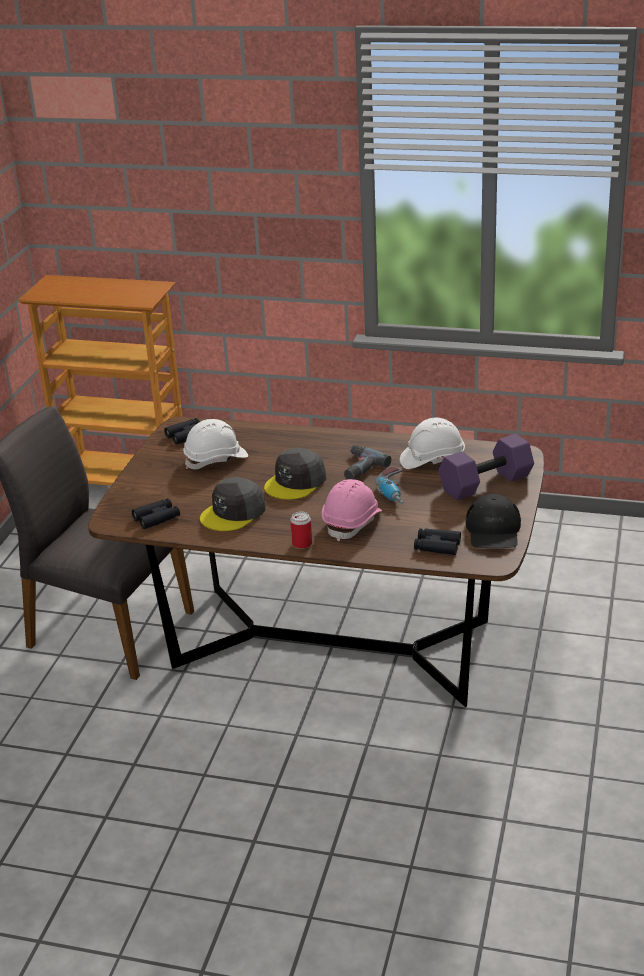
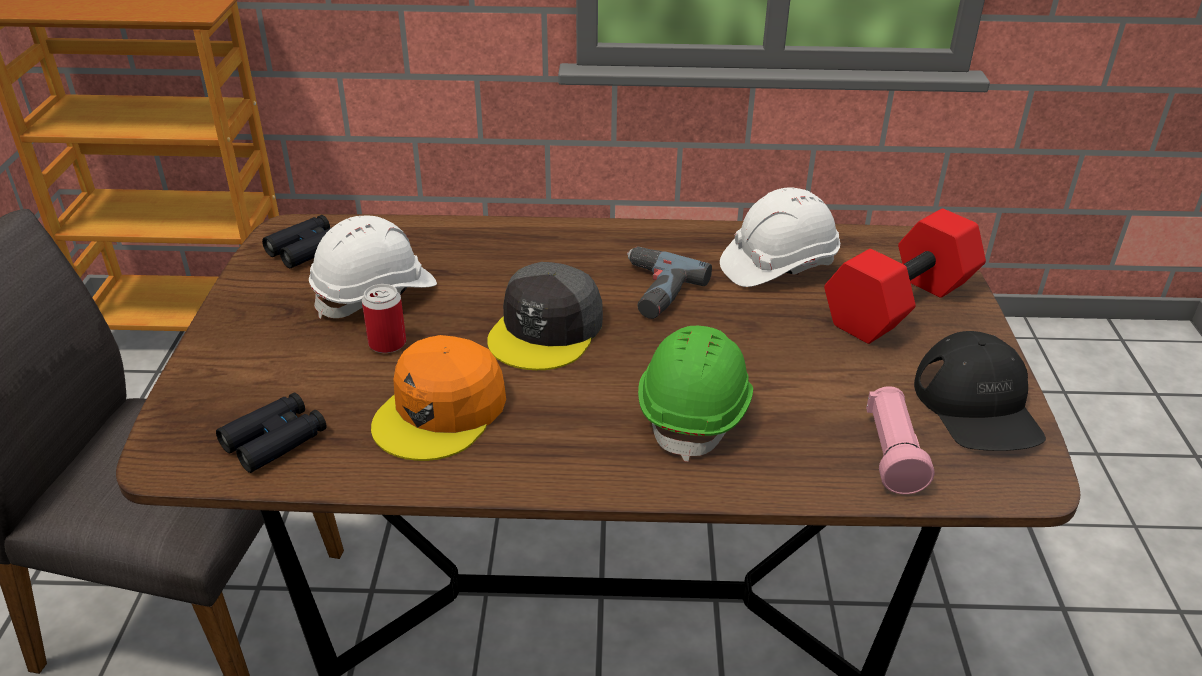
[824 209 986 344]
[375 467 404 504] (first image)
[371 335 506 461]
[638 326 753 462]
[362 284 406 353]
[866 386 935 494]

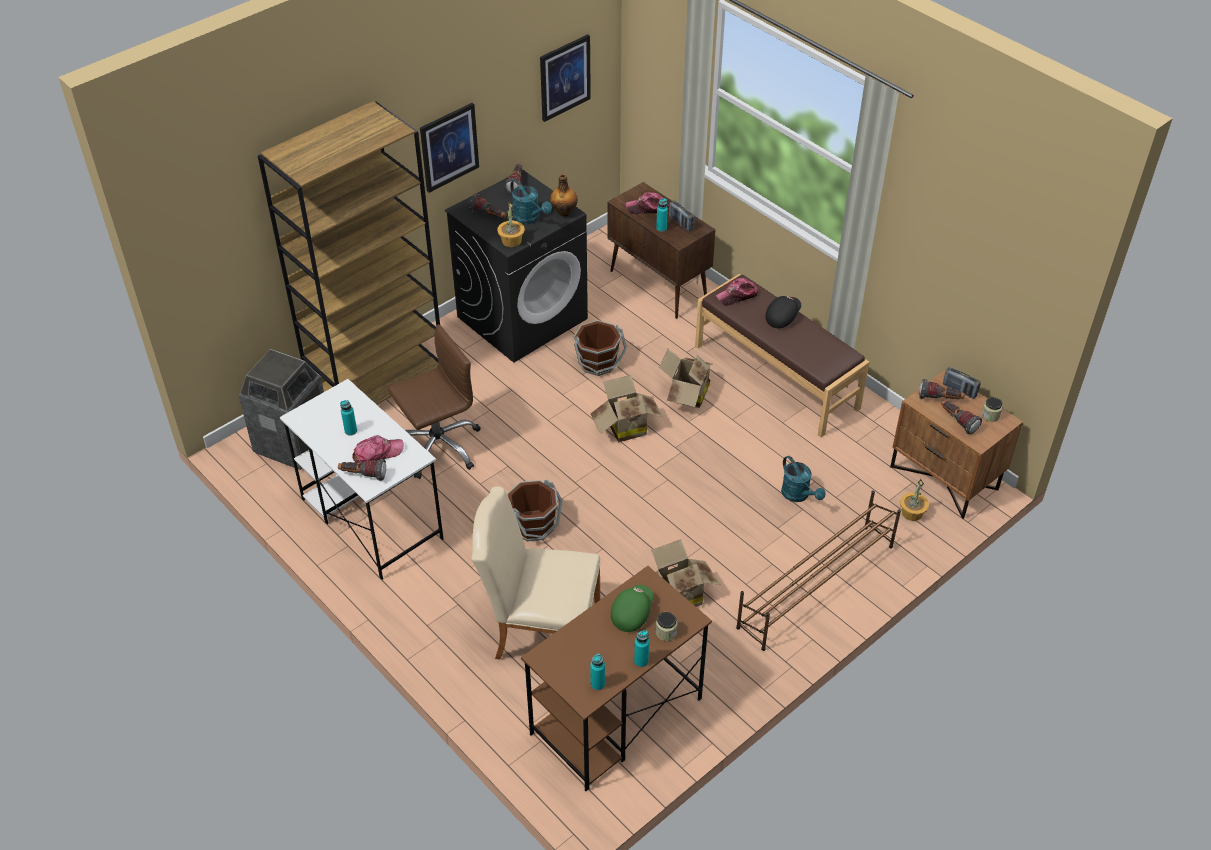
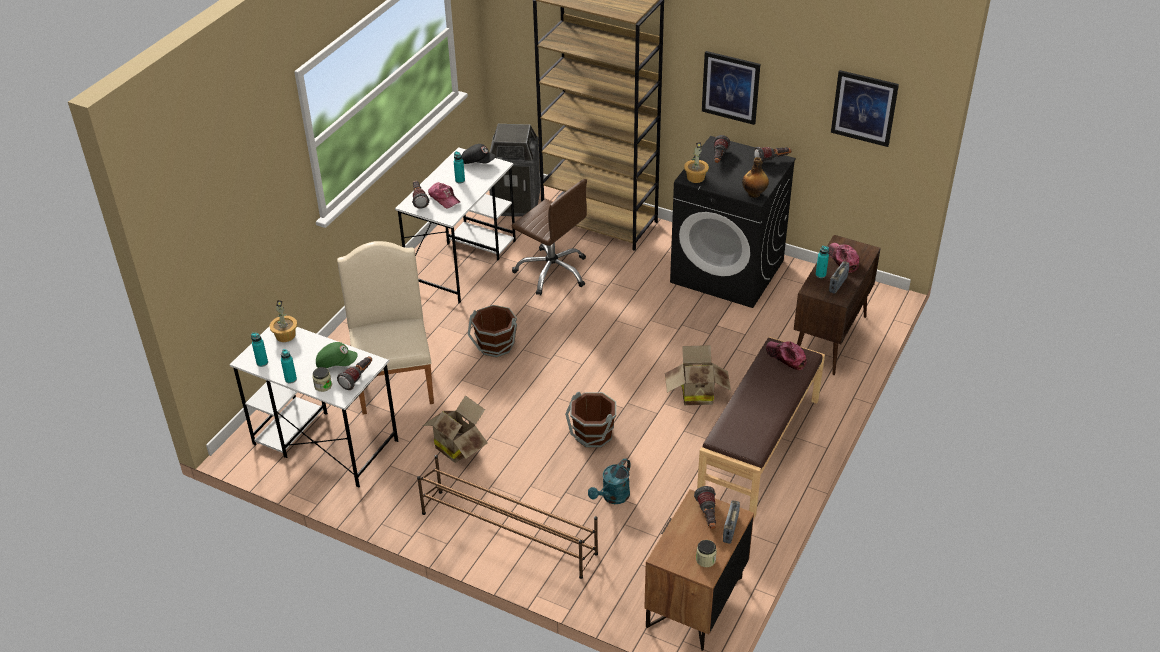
[510 180 552 225] (first image)
[462 144 495 164]
[565 392 616 448]
[590 375 663 443] (first image)
[337 356 372 390]
[269 300 297 342]
[230 326 398 487]

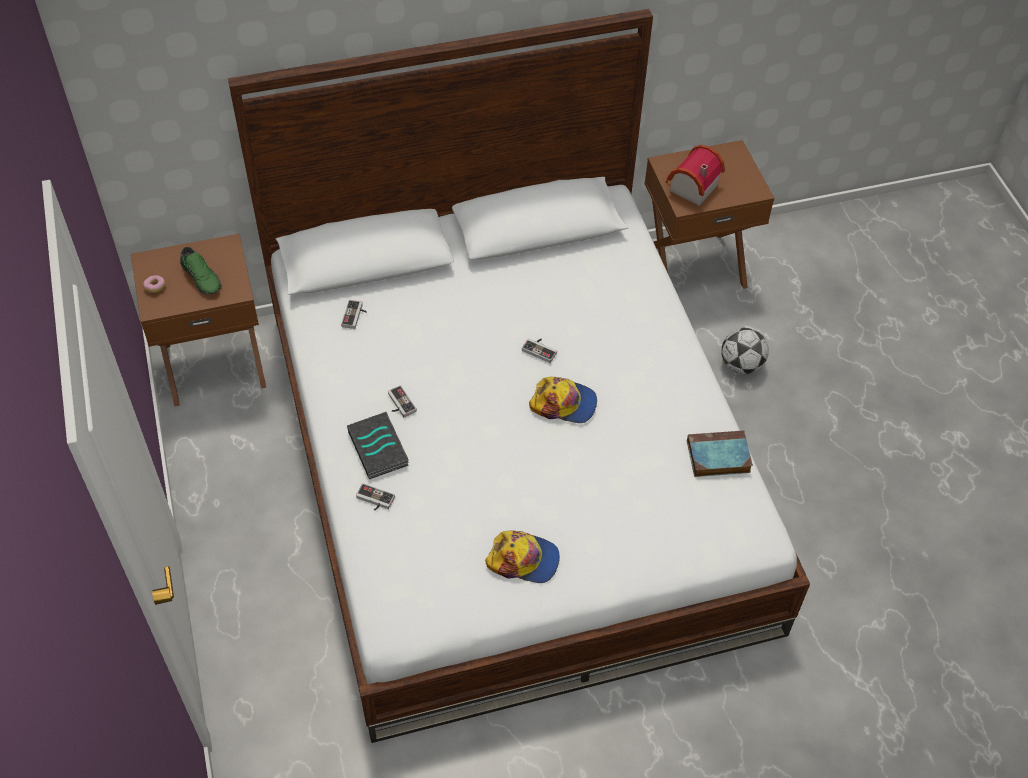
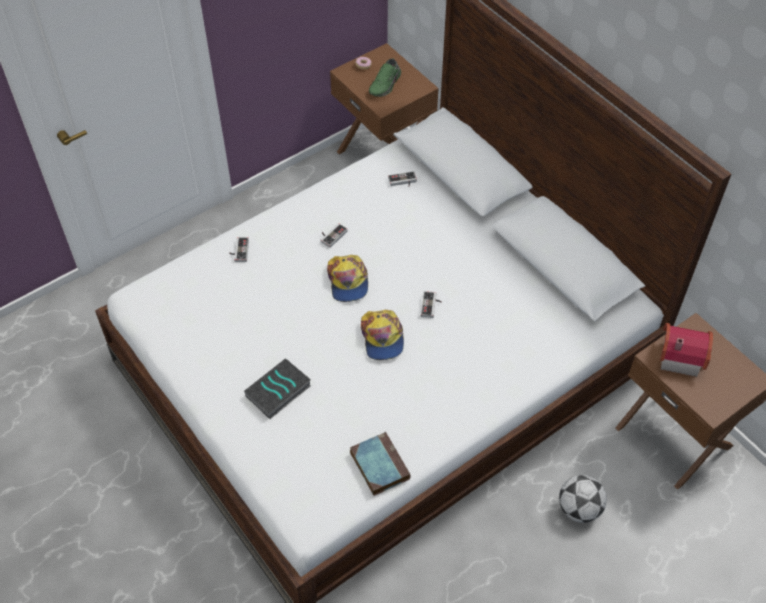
[244 358 311 419]
[327 255 368 302]

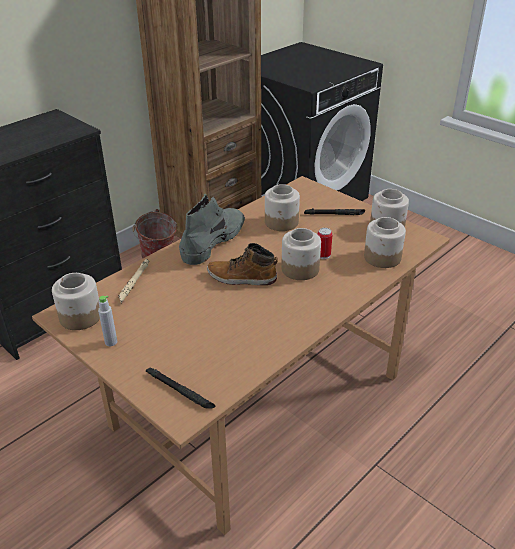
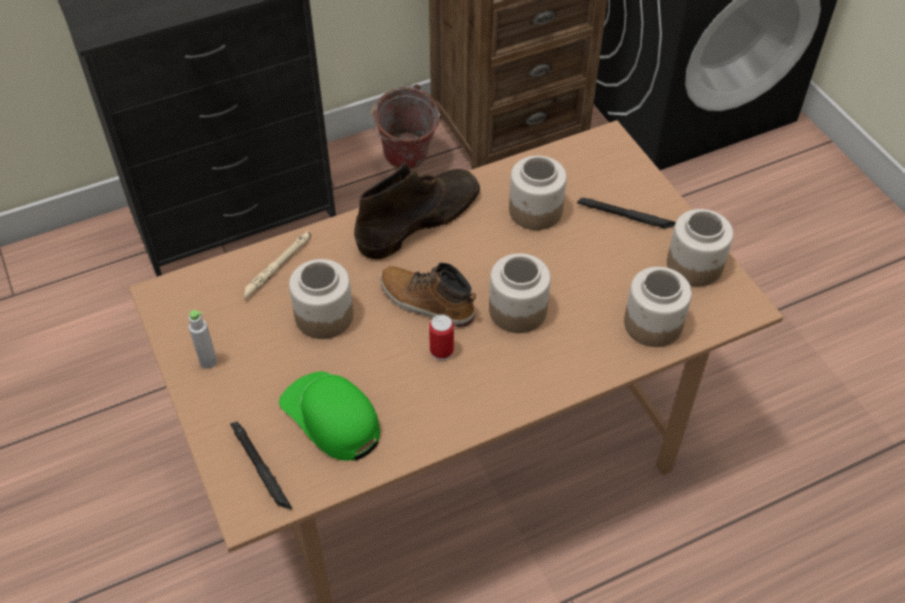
[354 162 480 259]
[429 315 454 360]
[289 259 353 339]
[279 371 380 461]

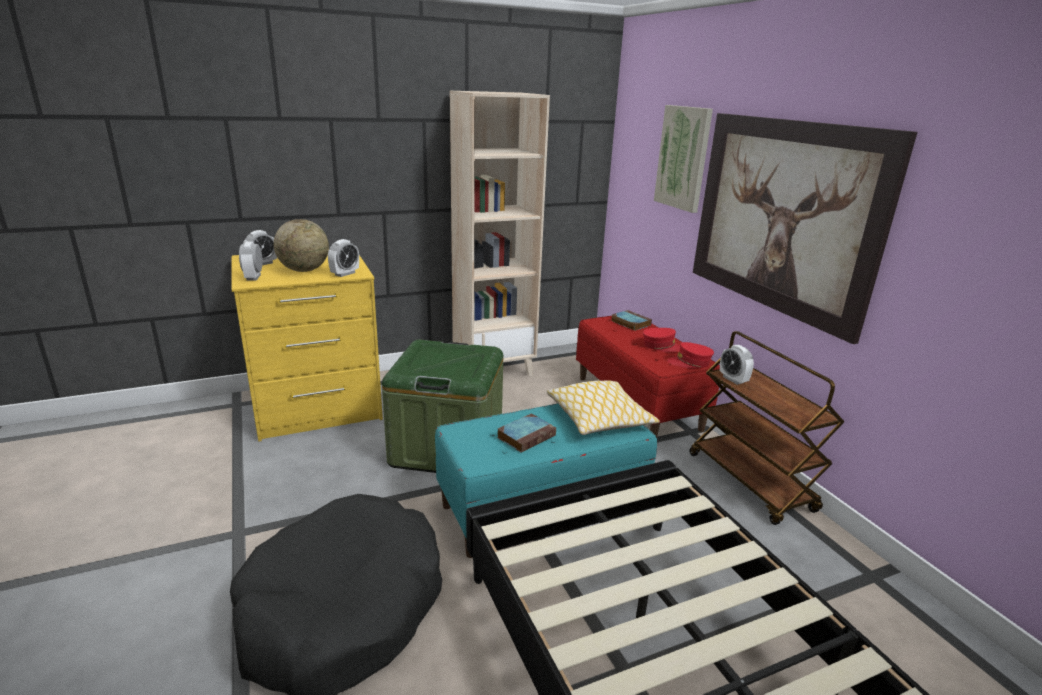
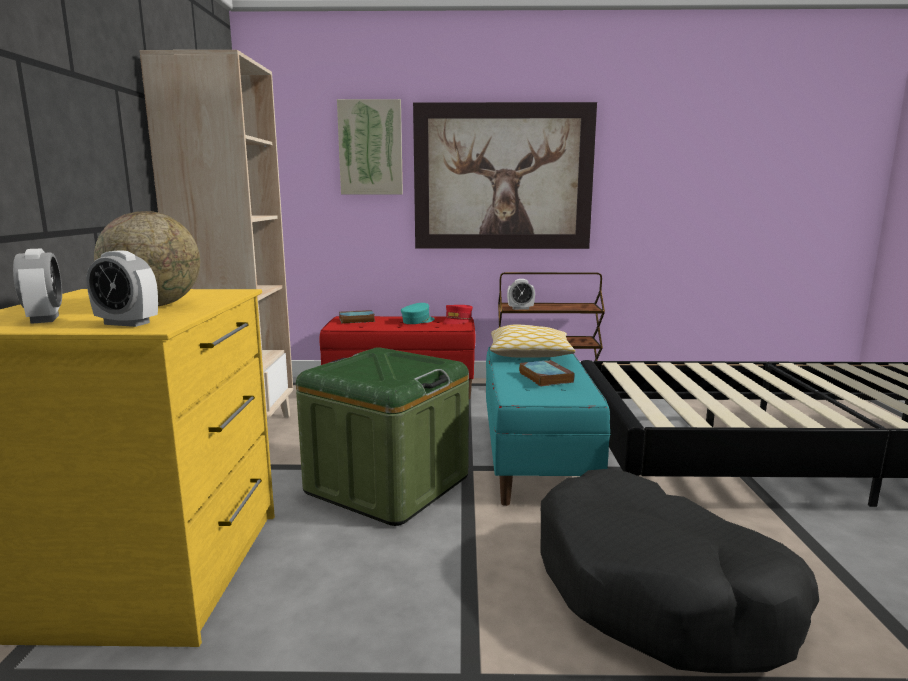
[328 239 359 277] (first image)
[401 303 435 324]

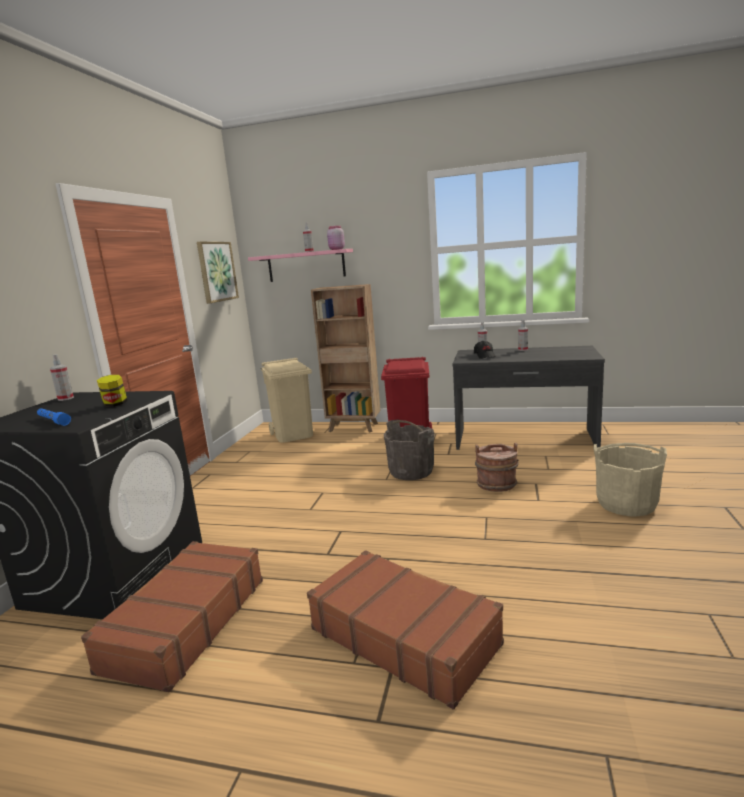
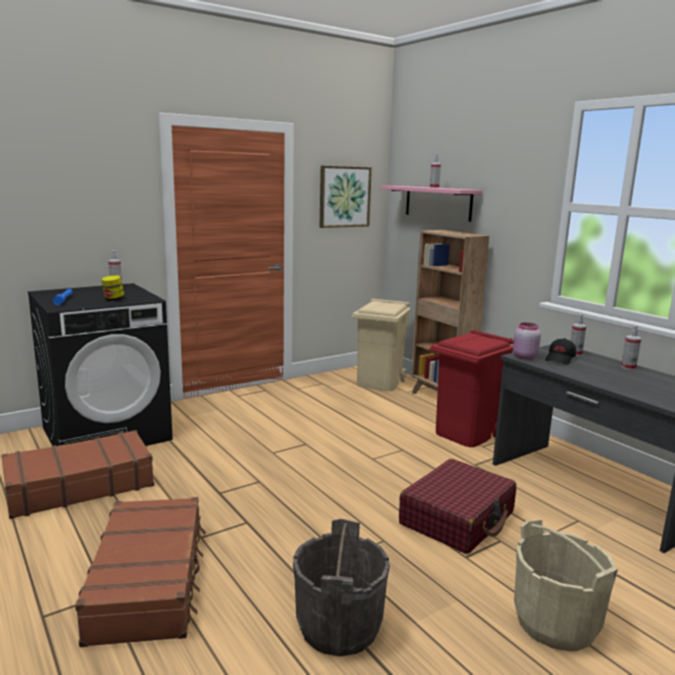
[513 323 541 359]
[293 519 390 656]
[399 459 516 554]

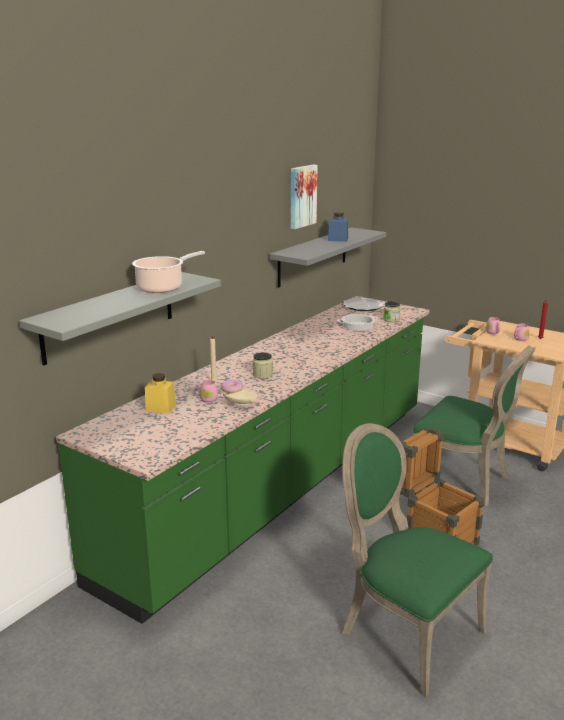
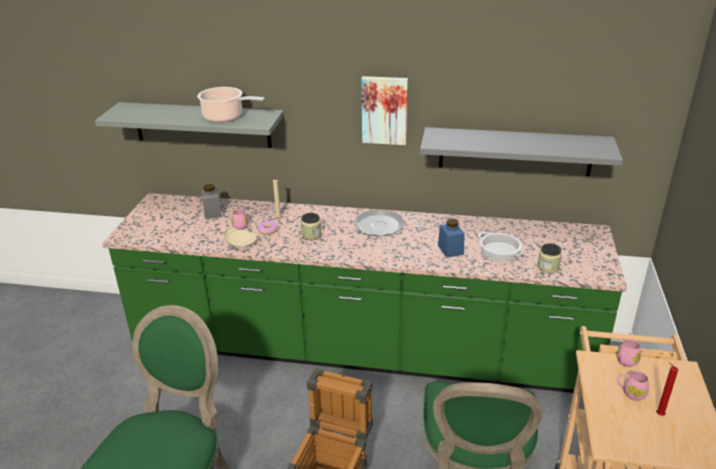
[361 76 408 145]
[438 219 465 258]
[353 209 405 236]
[202 184 222 219]

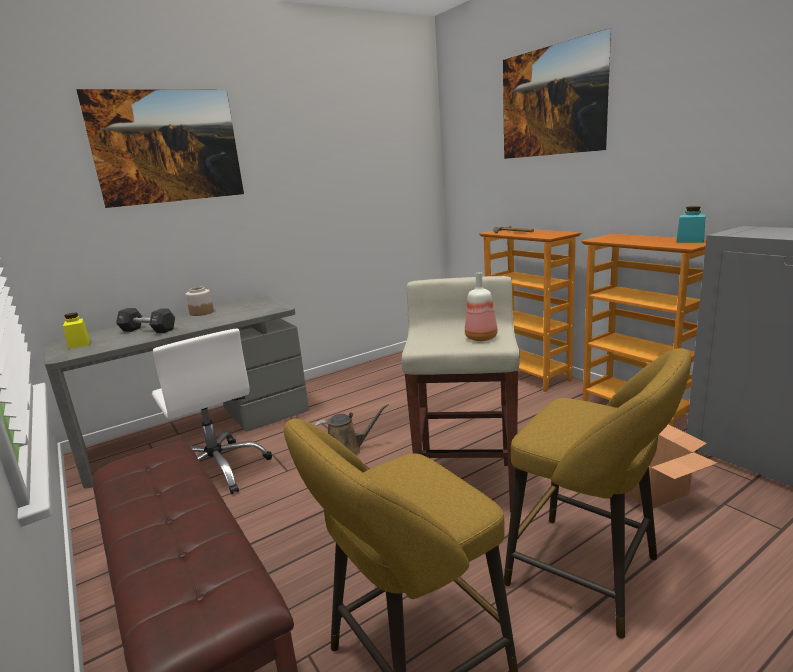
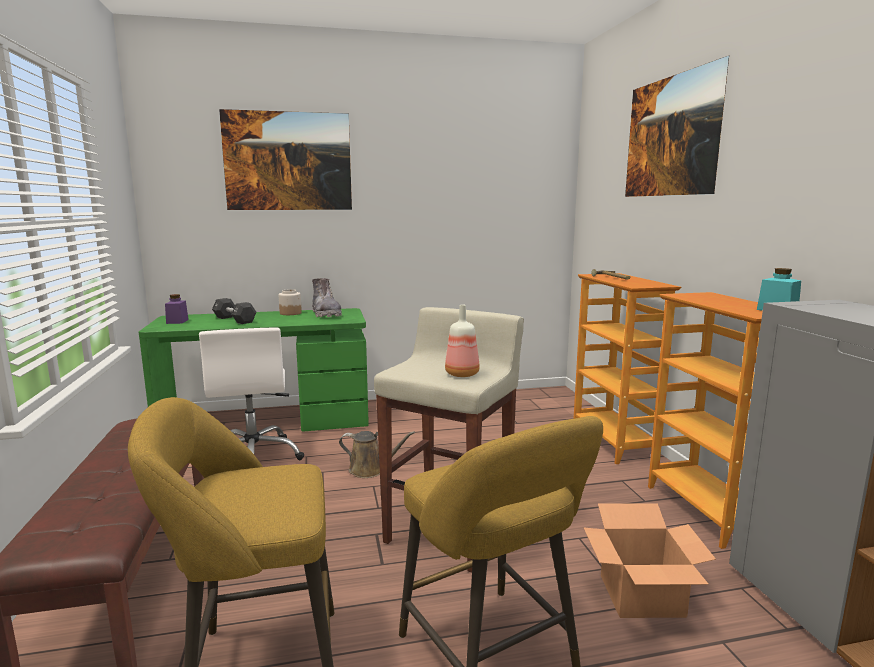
[139 308 369 431]
[165 294 189 324]
[312 278 342 317]

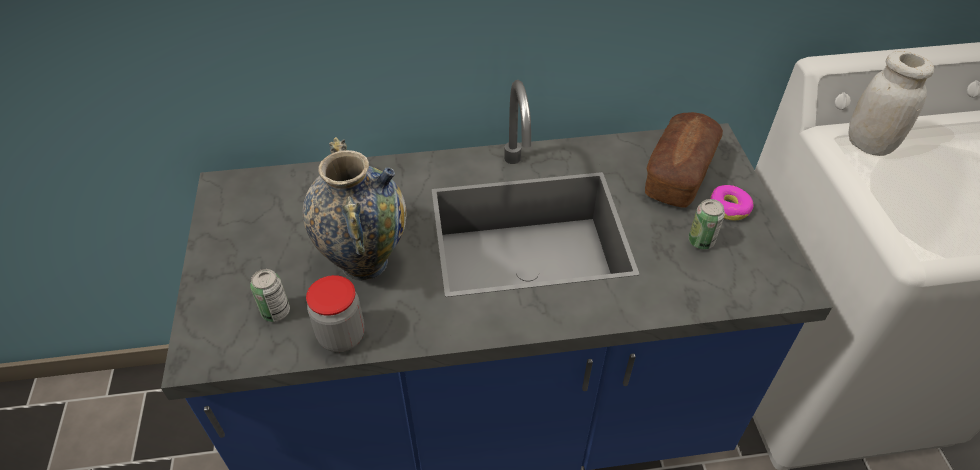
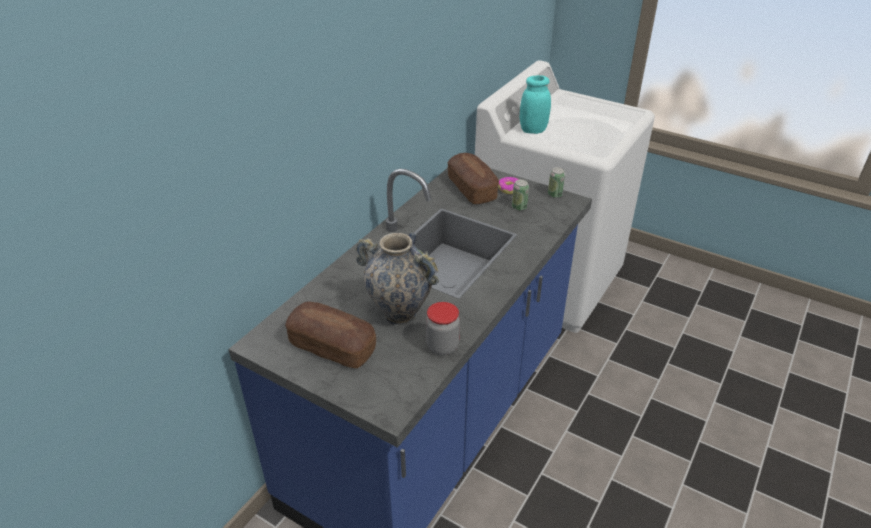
[520 75 551 134]
[548 167 566 198]
[285 301 376 368]

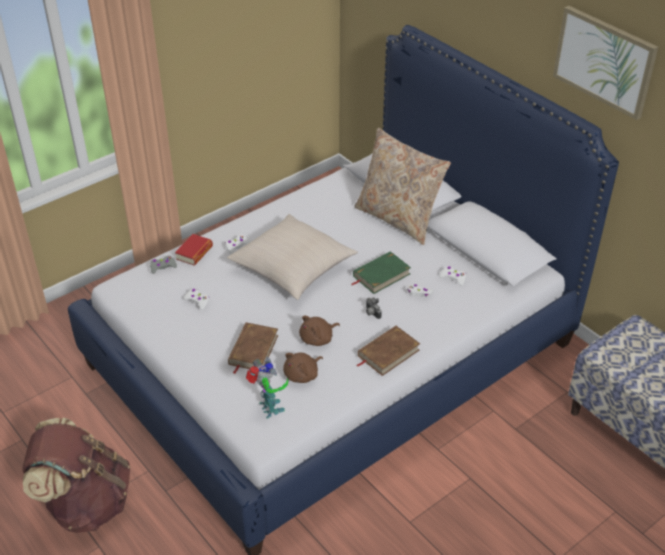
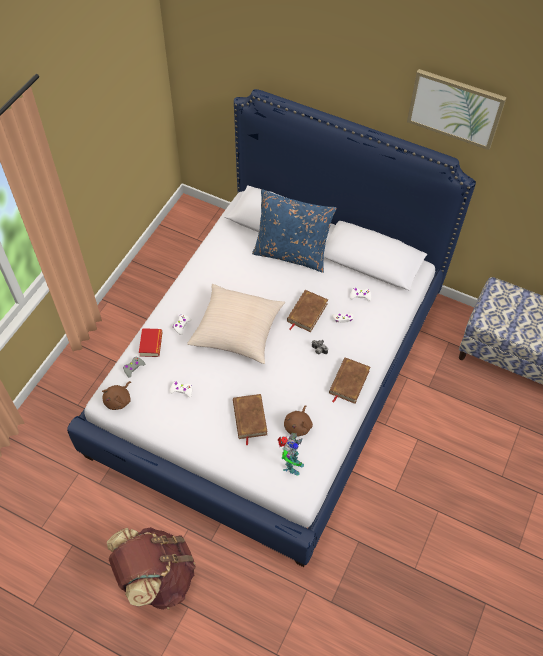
[252 190 337 273]
[287 290 328 332]
[102 381 131 410]
[277 433 304 476]

